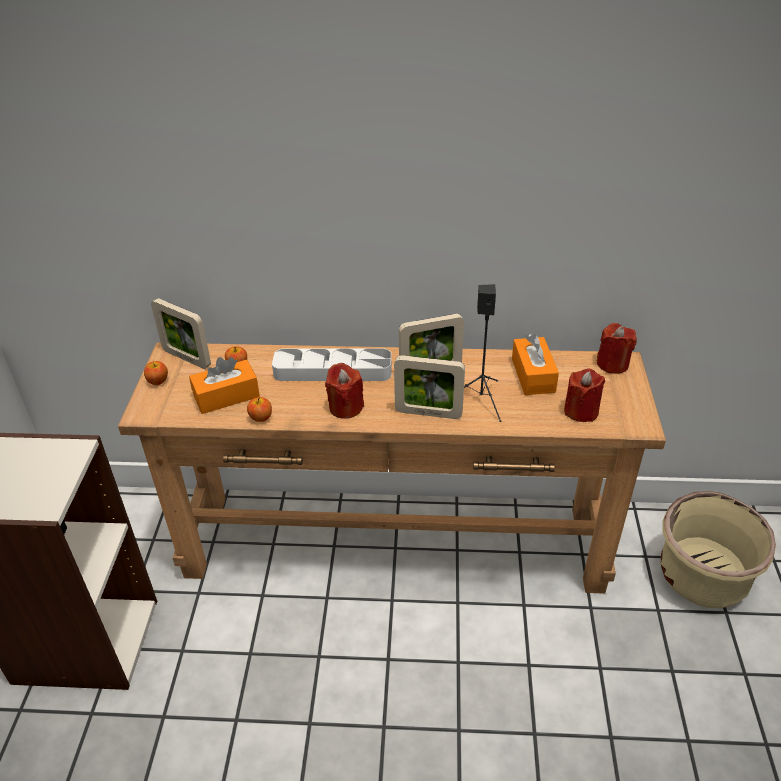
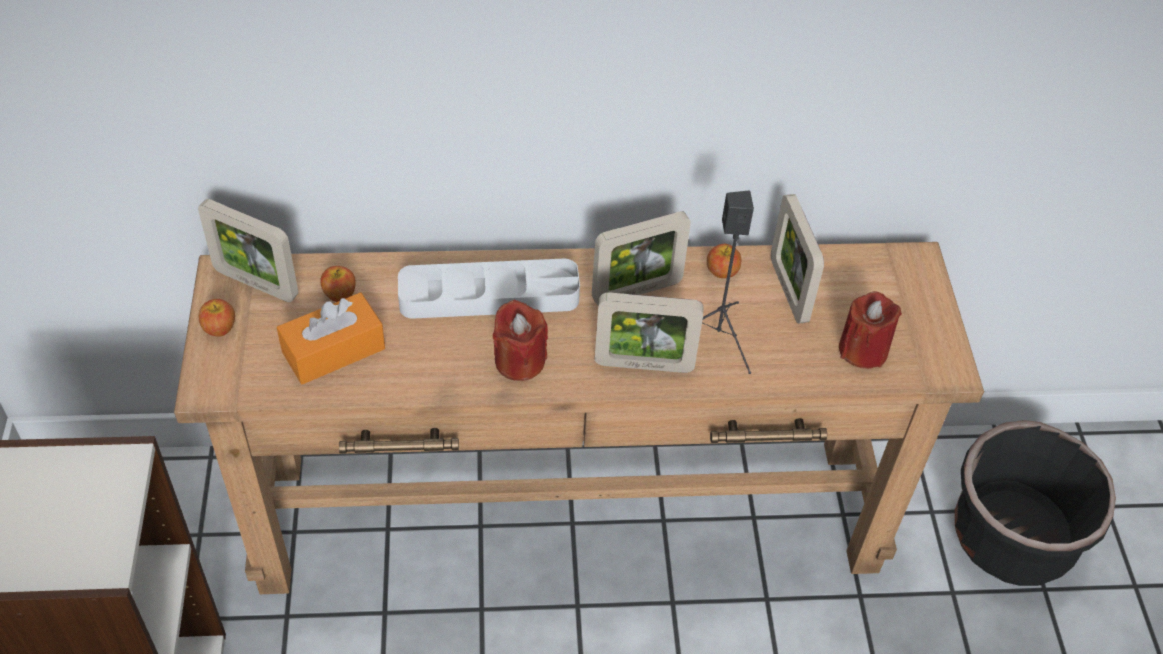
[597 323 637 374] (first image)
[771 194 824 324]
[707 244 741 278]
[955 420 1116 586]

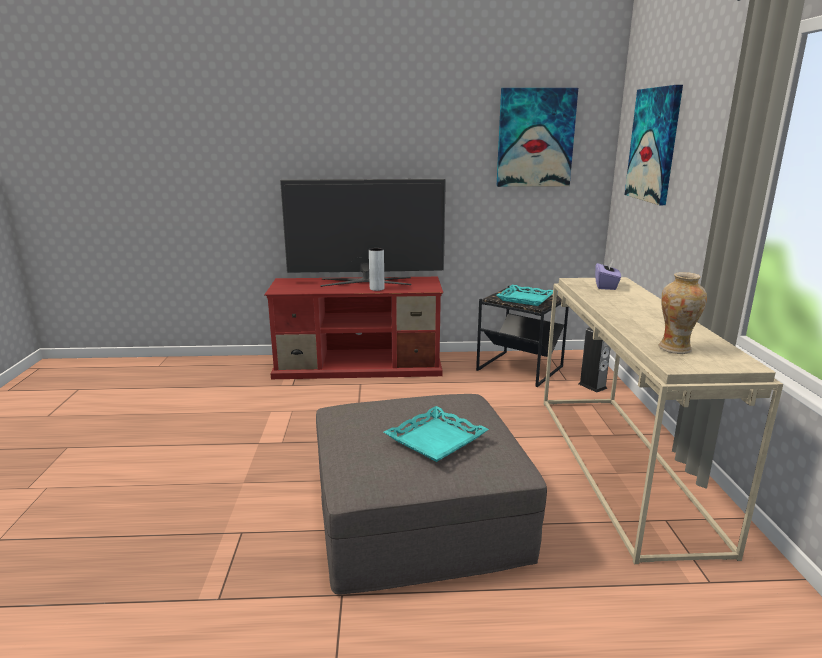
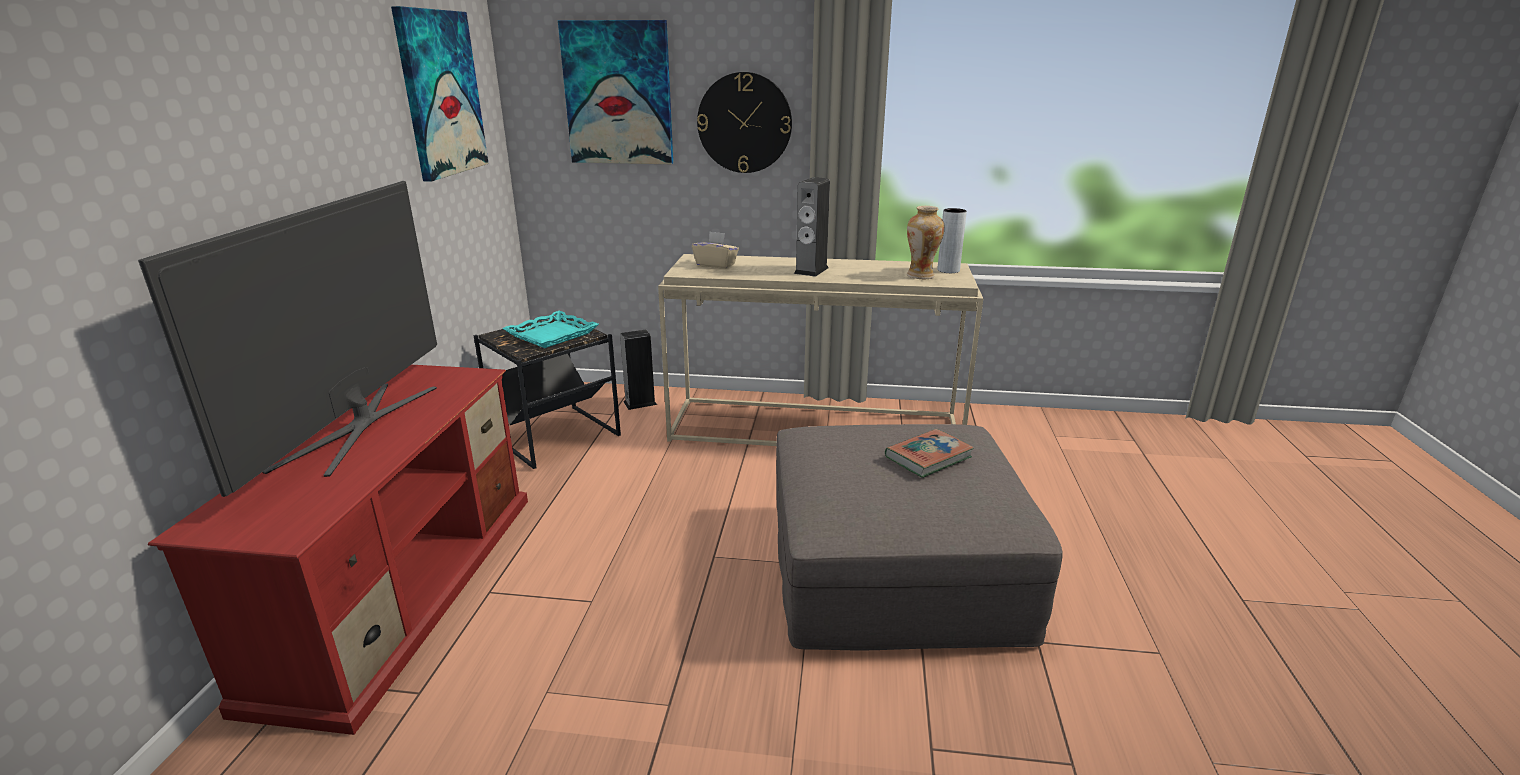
[937 208 967 273]
[692 232 739 269]
[885 429 974 478]
[697 72 792 173]
[794 177 830 277]

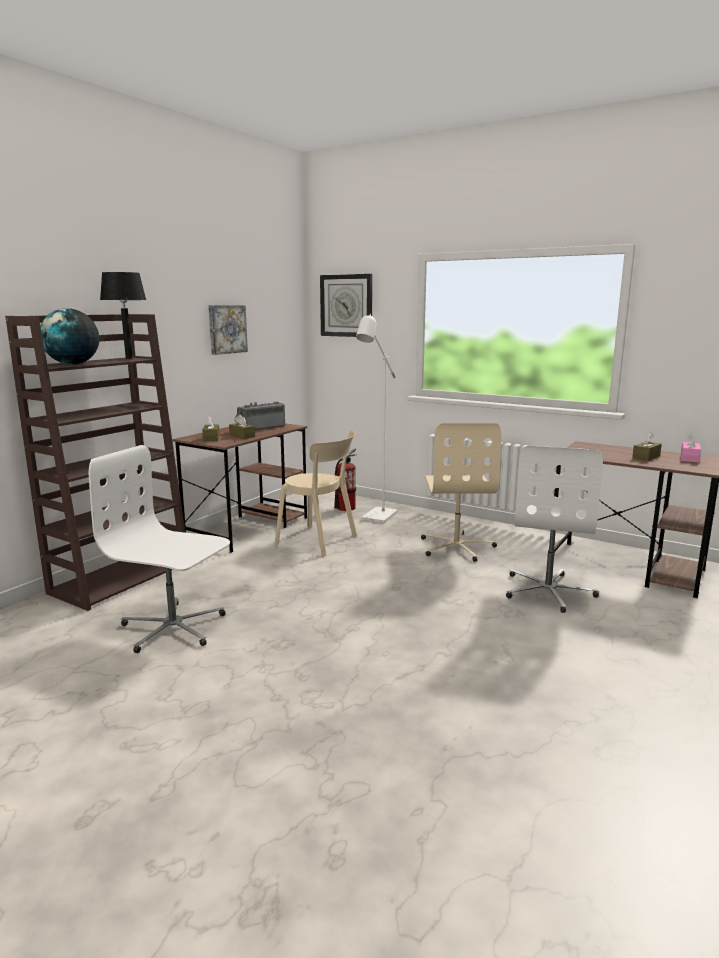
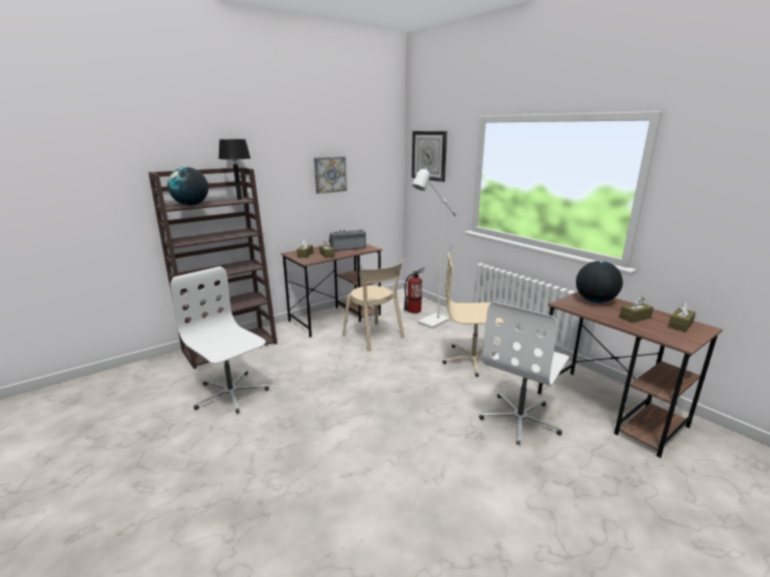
[443 252 503 377]
[668 302 696 332]
[576 261 623 303]

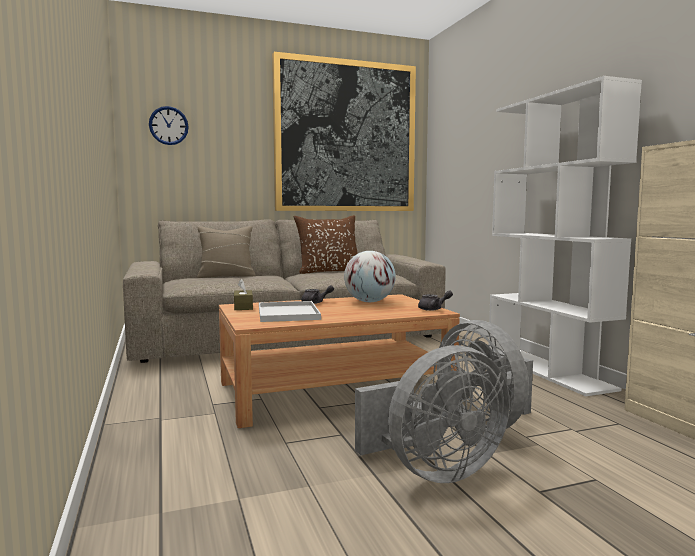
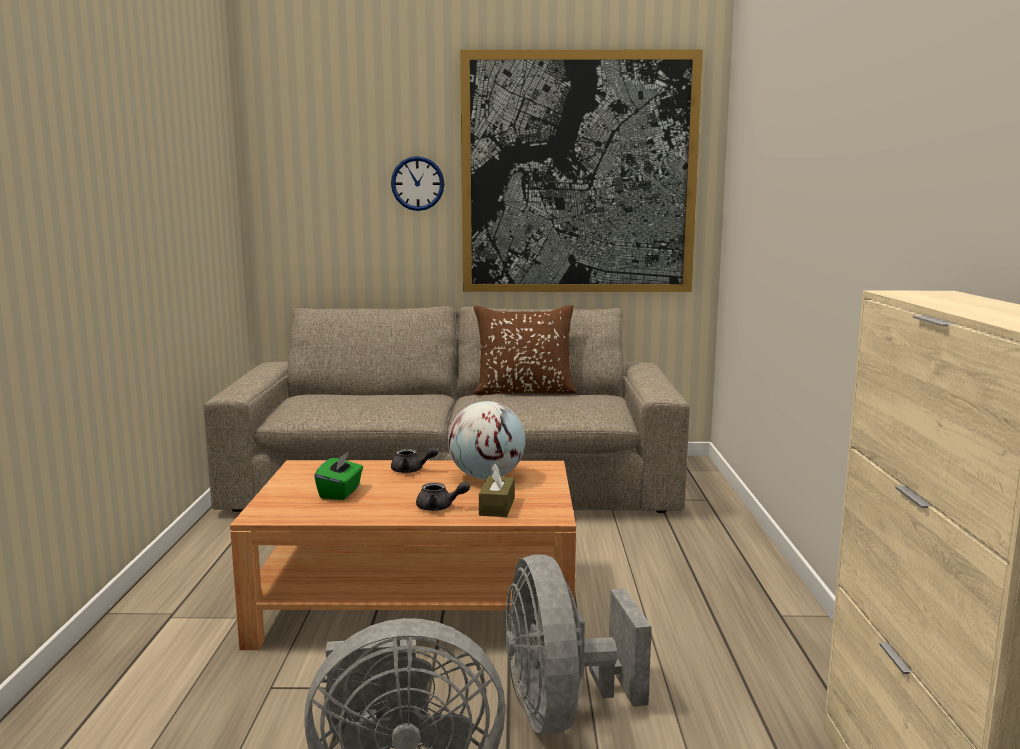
[489 76 642 396] (first image)
[391 156 444 211]
[197 226 255 278] (first image)
[479 464 515 517]
[416 481 470 511]
[314 451 363 500]

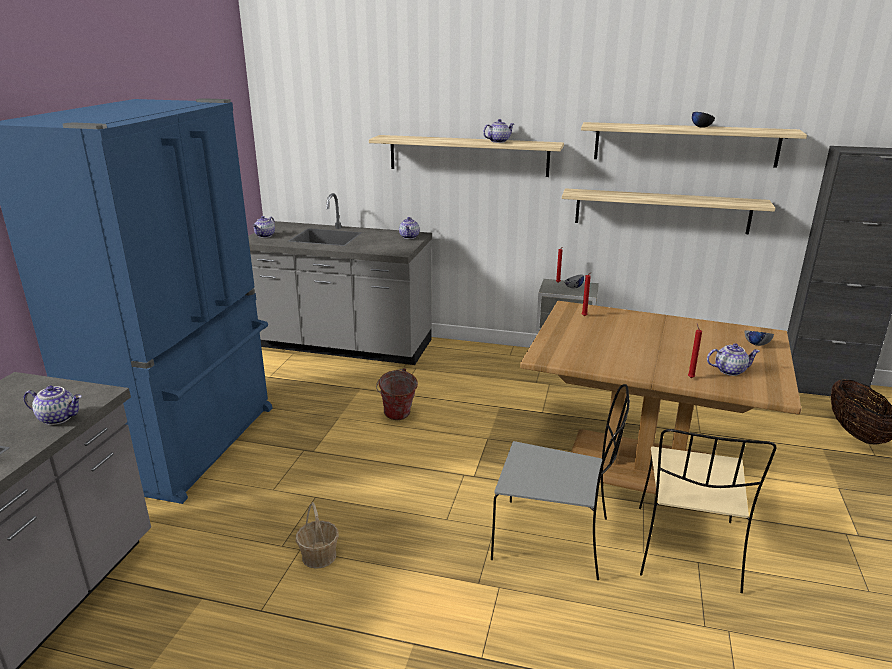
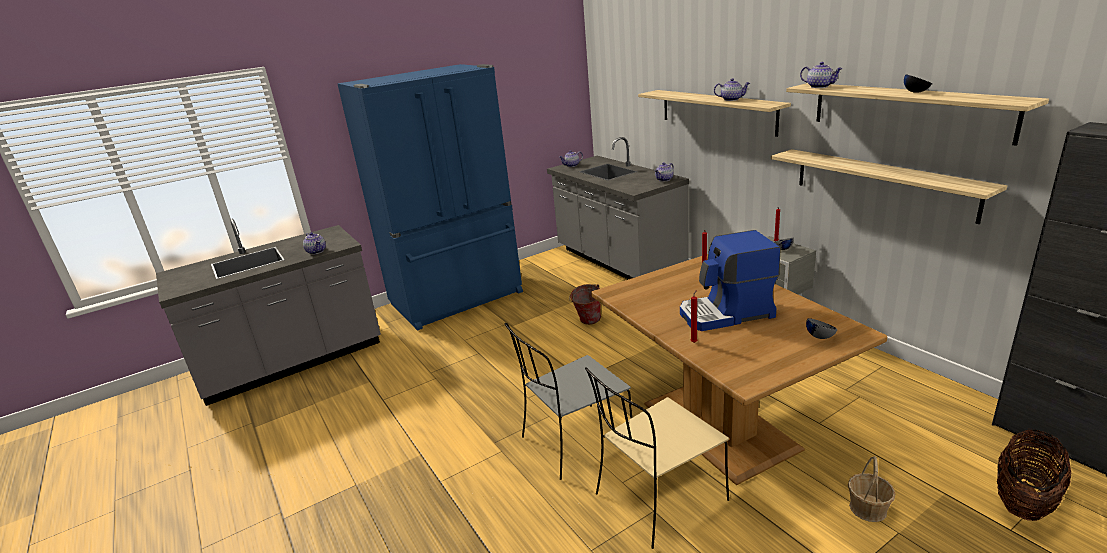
[800 62 843 88]
[504 323 632 480]
[848 456 896 522]
[680 230 781 331]

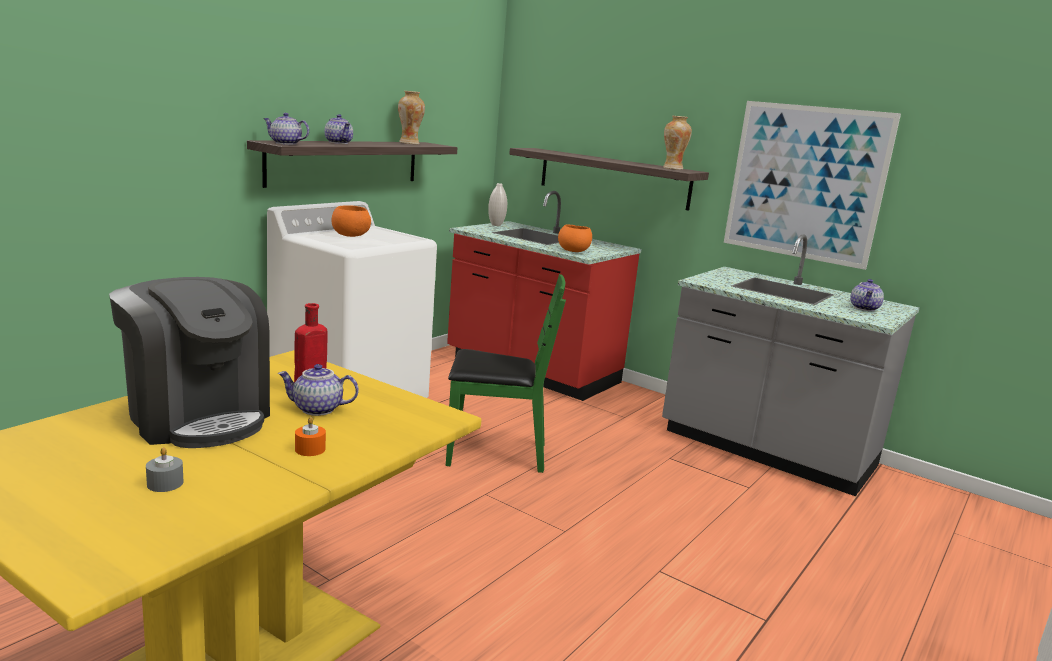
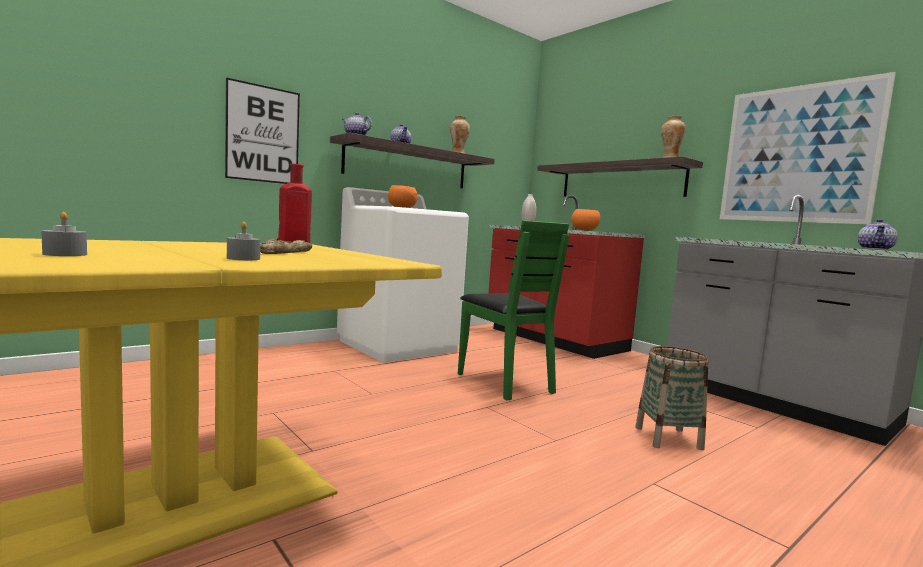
[458 220 570 400]
[109 277 270 448] (first image)
[260 238 312 254]
[227 222 260 260]
[225 77 300 184]
[635 346 709 450]

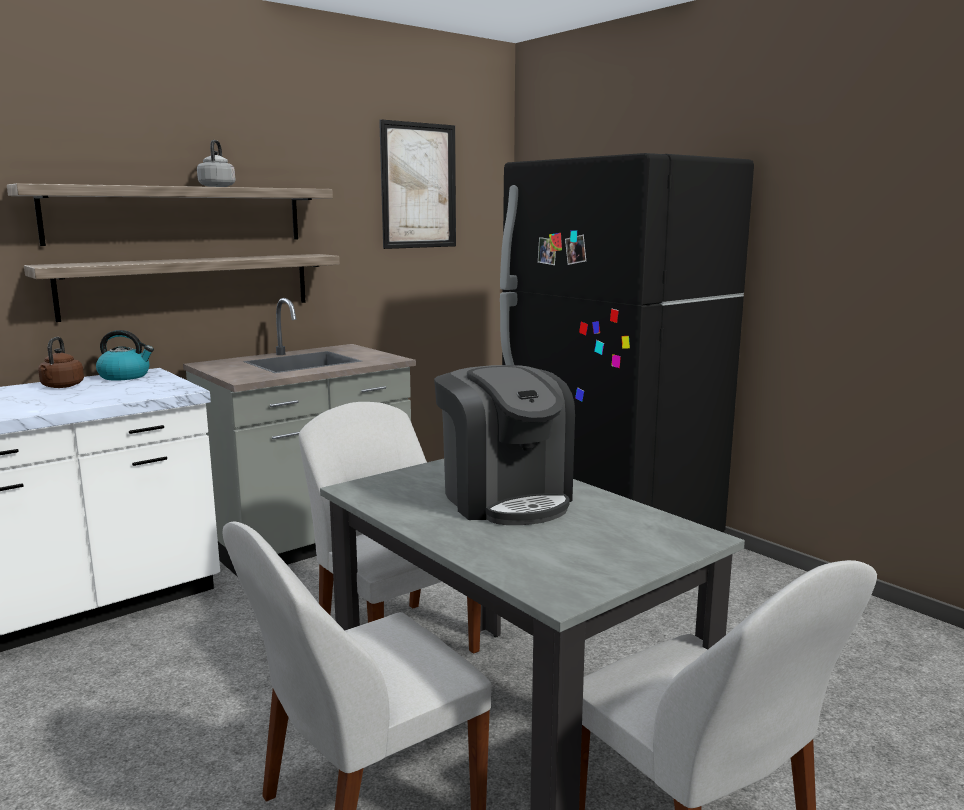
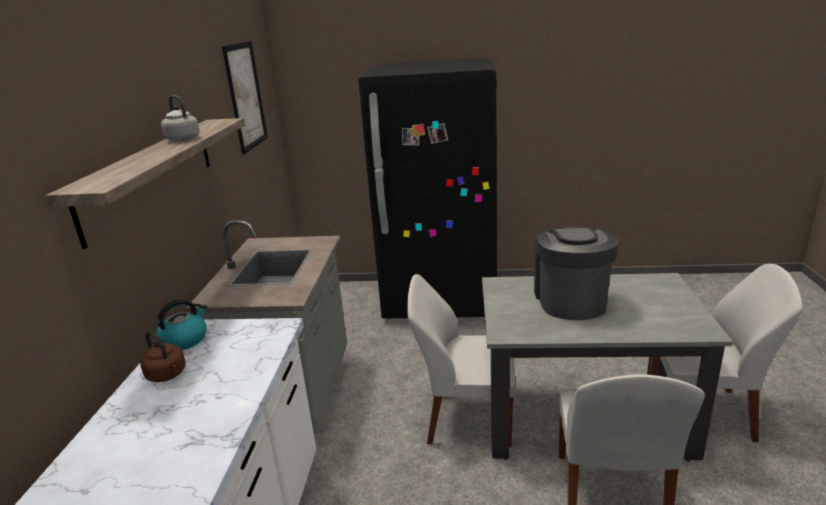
[24 254 340 322] (first image)
[534 227 619 320]

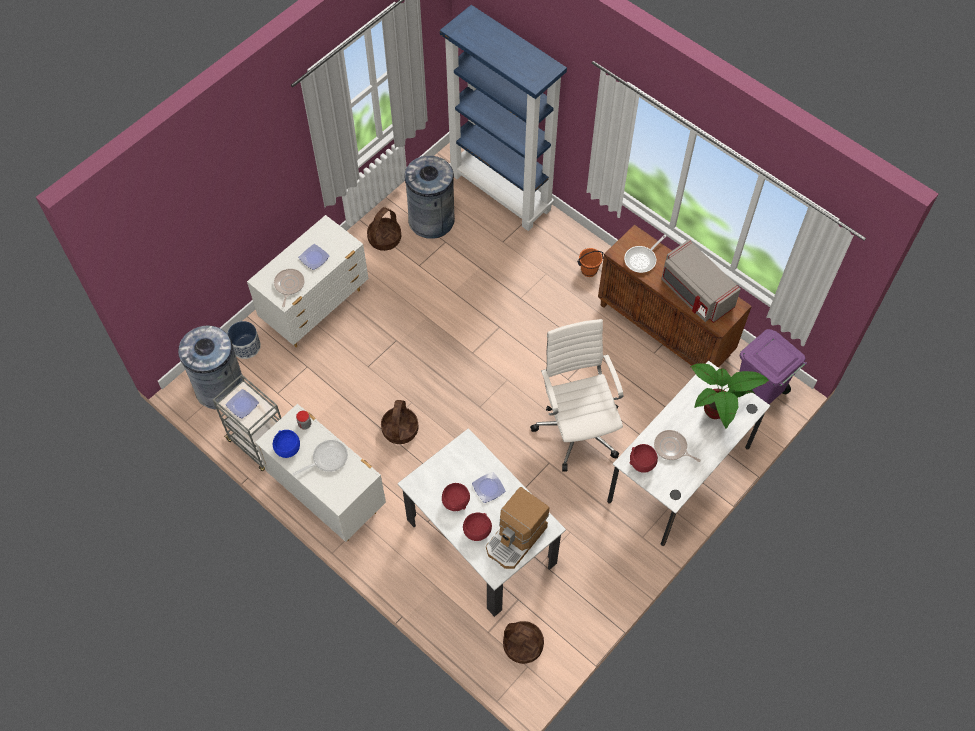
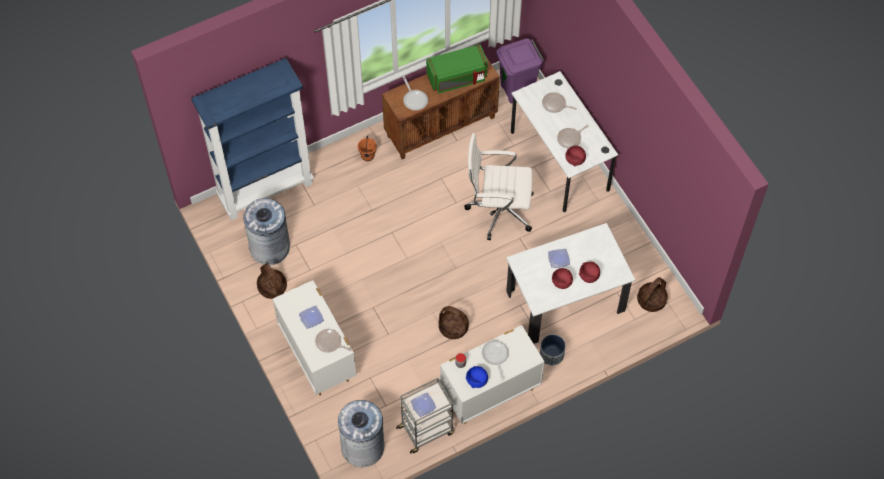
[426 44 488 94]
[540 334 565 366]
[542 92 577 113]
[486 487 549 569] (first image)

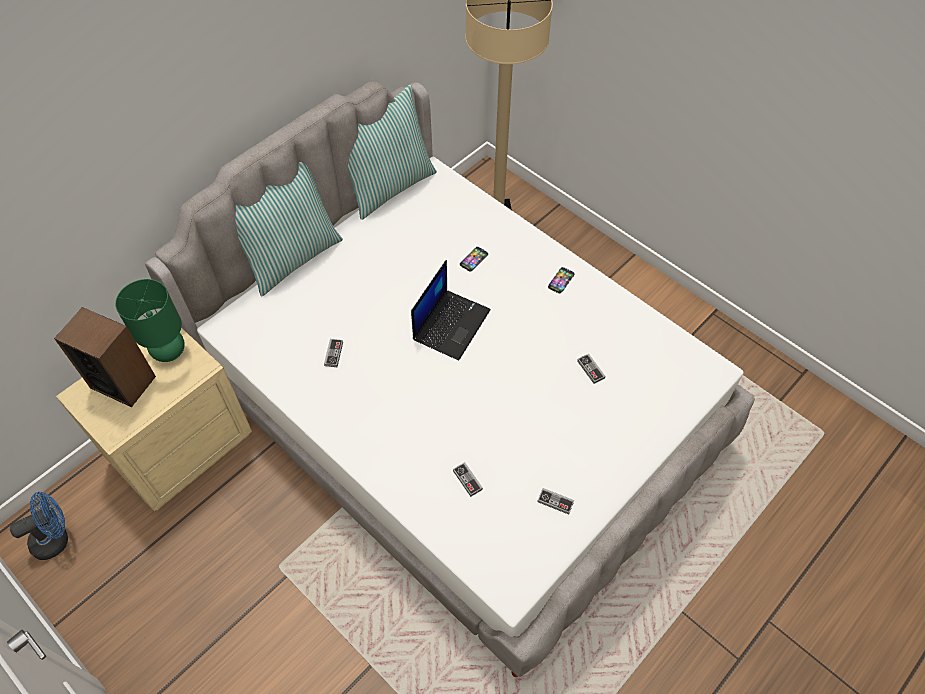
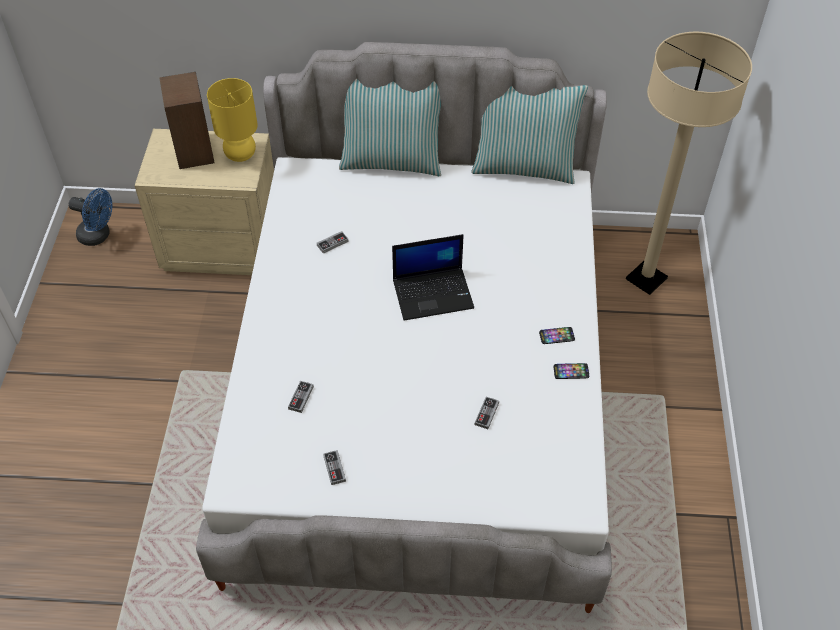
[554 363 589 379]
[207 78 258 162]

